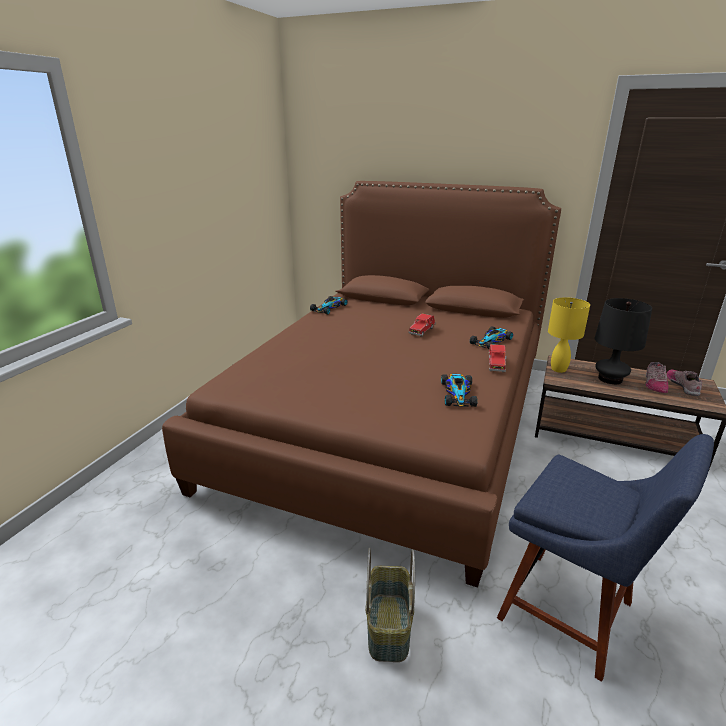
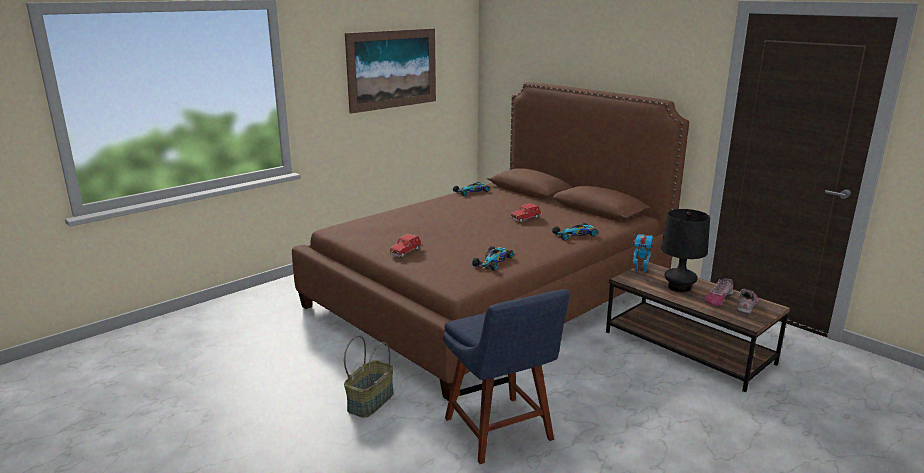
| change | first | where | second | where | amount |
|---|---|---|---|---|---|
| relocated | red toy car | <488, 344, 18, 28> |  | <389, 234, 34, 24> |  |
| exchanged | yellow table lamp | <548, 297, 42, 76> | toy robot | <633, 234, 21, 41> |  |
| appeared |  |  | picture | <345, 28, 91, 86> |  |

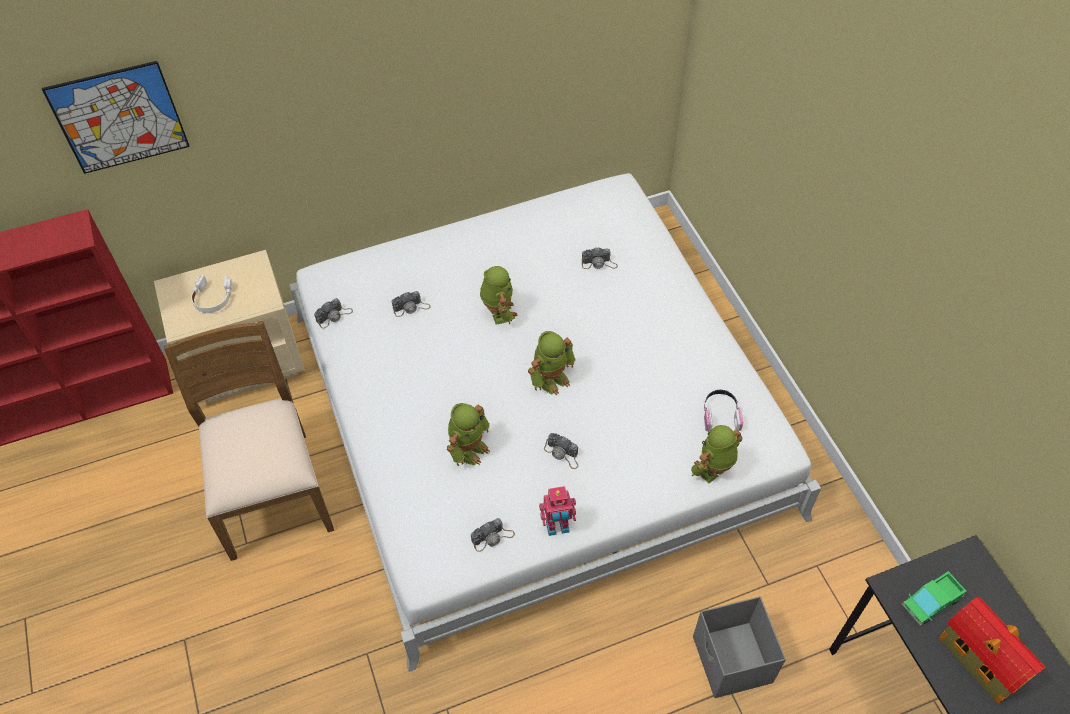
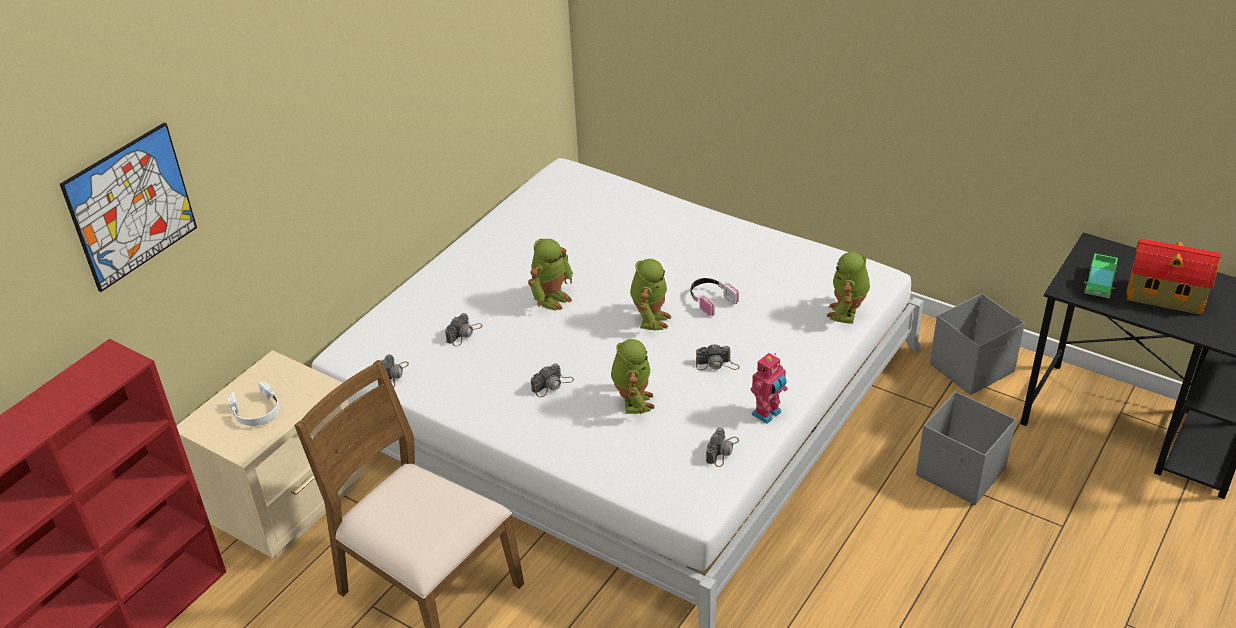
| change | first | where | second | where | amount |
|---|---|---|---|---|---|
| spun | toy robot | <480, 266, 38, 58> |  | <528, 239, 45, 72> | 90 degrees clockwise |
| relocated | photo camera | <582, 247, 36, 22> |  | <531, 363, 43, 34> |  |
| relocated | headphones | <704, 390, 39, 42> |  | <691, 278, 48, 38> |  |
| appeared |  |  | grey storage box | <930, 293, 95, 102> |  |

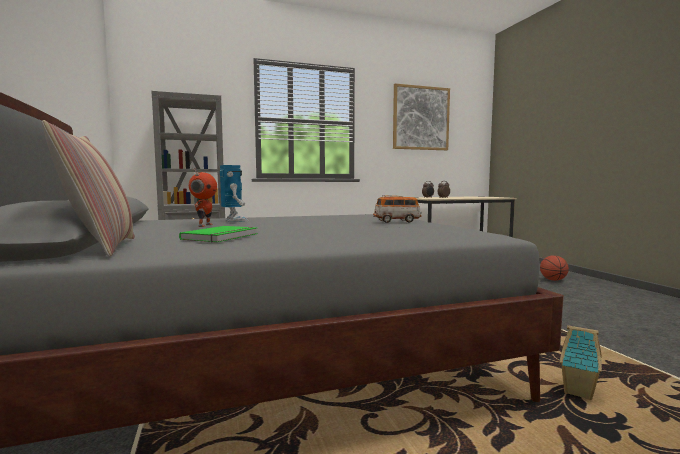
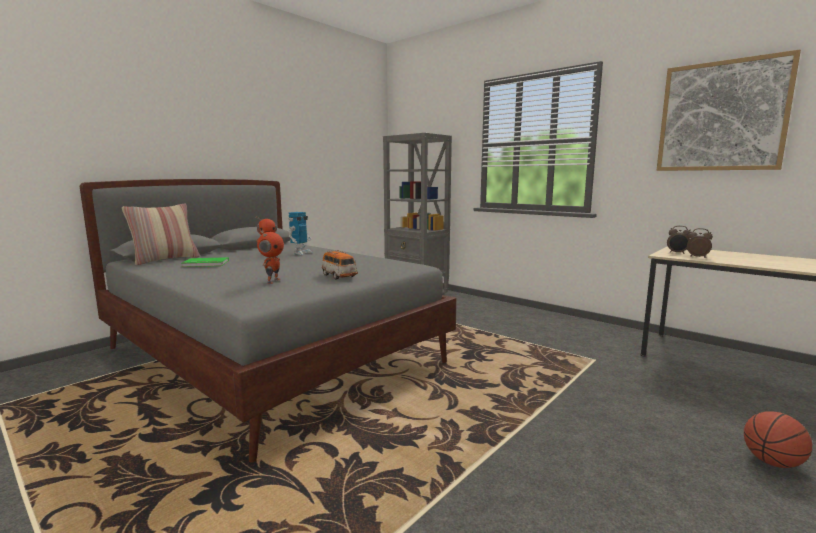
| change | first | where | second | where | amount |
|---|---|---|---|---|---|
| missing | toy house | <560, 325, 42, 75> |  |  |  |
| appeared |  |  | toy robot | <257, 230, 27, 54> |  |

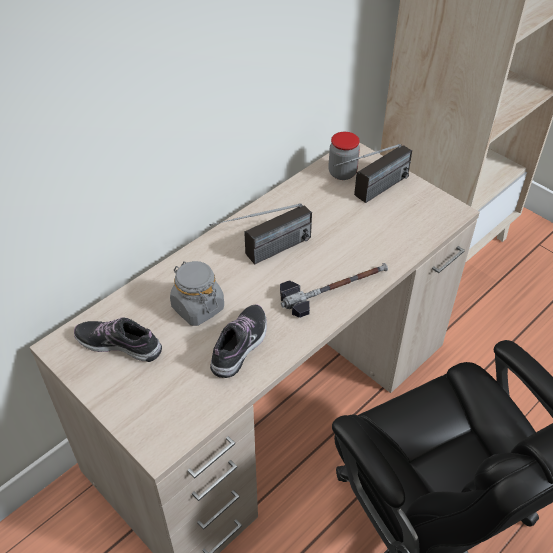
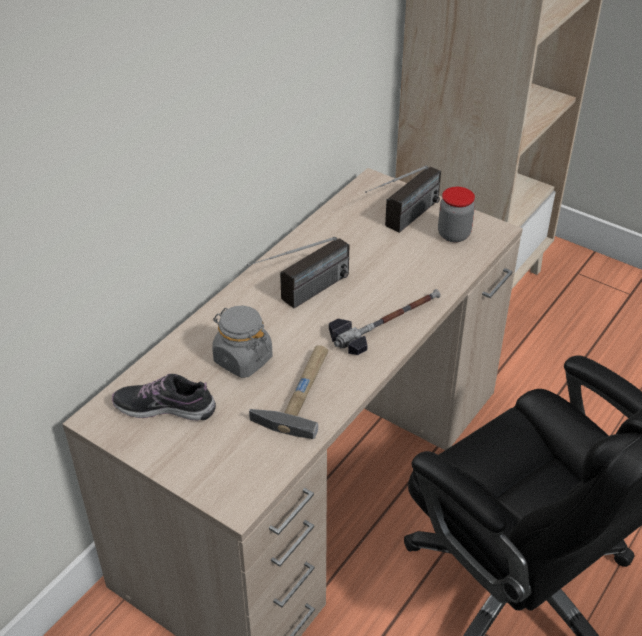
| change | first | where | second | where | amount |
|---|---|---|---|---|---|
| exchanged | shoe | <210, 304, 57, 74> | hammer | <249, 345, 79, 94> |  |
| relocated | jar | <328, 132, 32, 48> |  | <438, 187, 37, 55> |  |

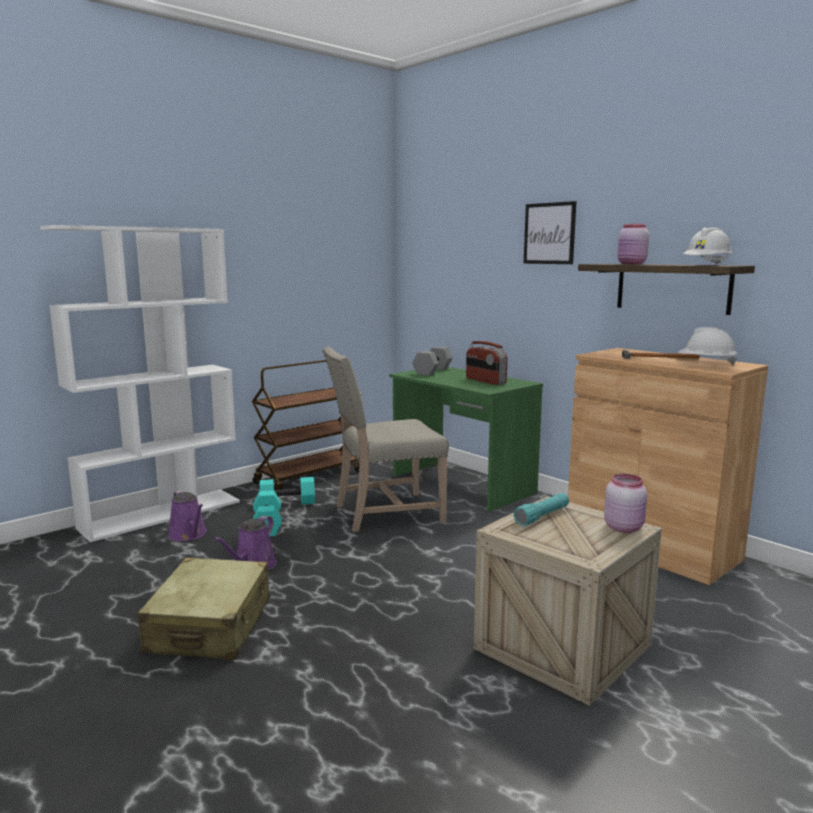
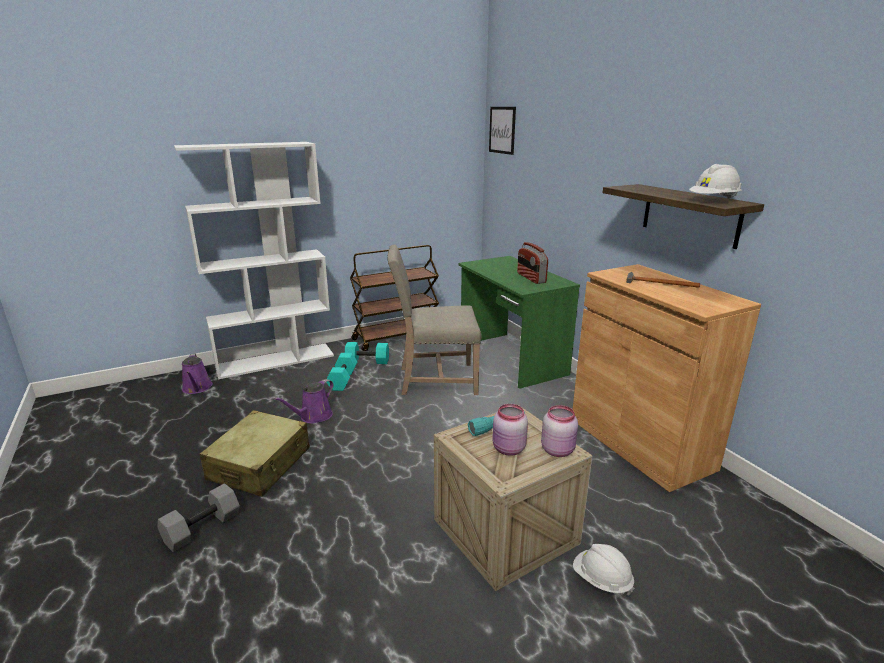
| change | first | where | second | where | amount |
|---|---|---|---|---|---|
| relocated | purple watering can | <168, 490, 39, 51> |  | <182, 354, 31, 40> |  |
| relocated | grey dumbbell | <412, 346, 40, 30> |  | <158, 483, 82, 69> |  |
| relocated | picture | <524, 201, 53, 63> |  | <489, 107, 27, 48> |  |
| relocated | pink jar | <617, 224, 32, 40> |  | <492, 404, 36, 52> |  |
| relocated | white hard hat | <678, 327, 59, 38> |  | <573, 544, 61, 52> |  |

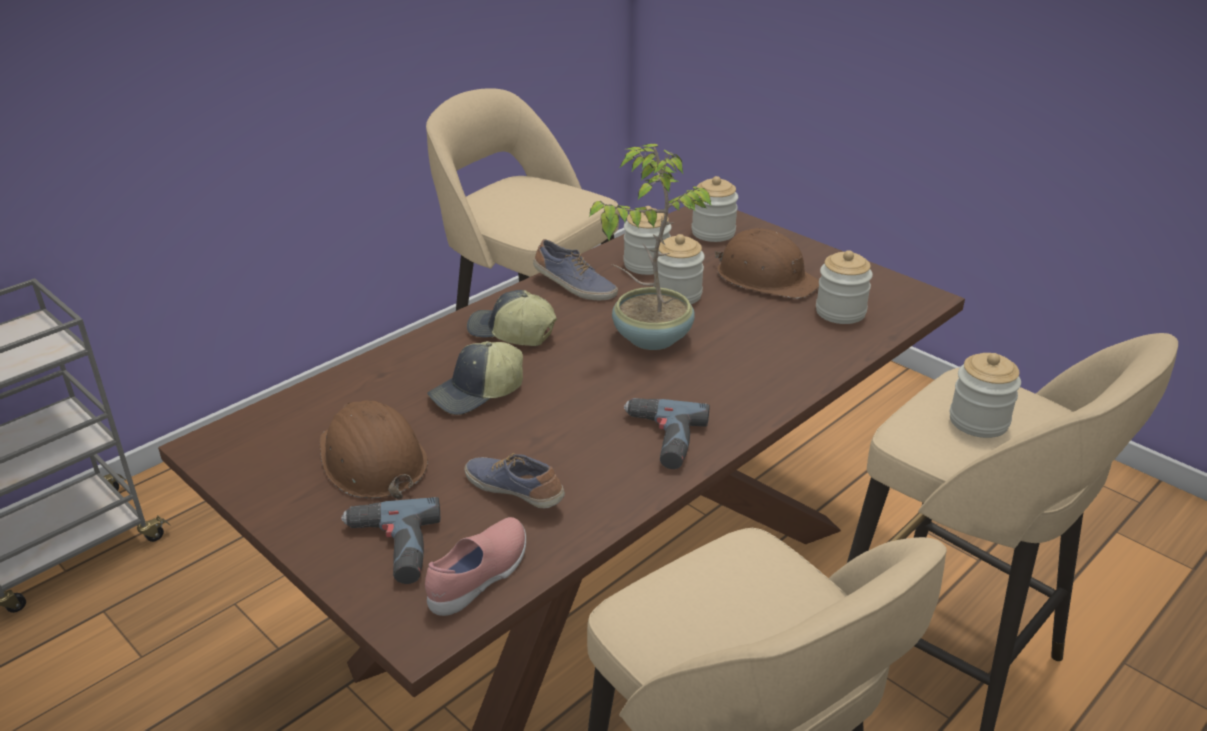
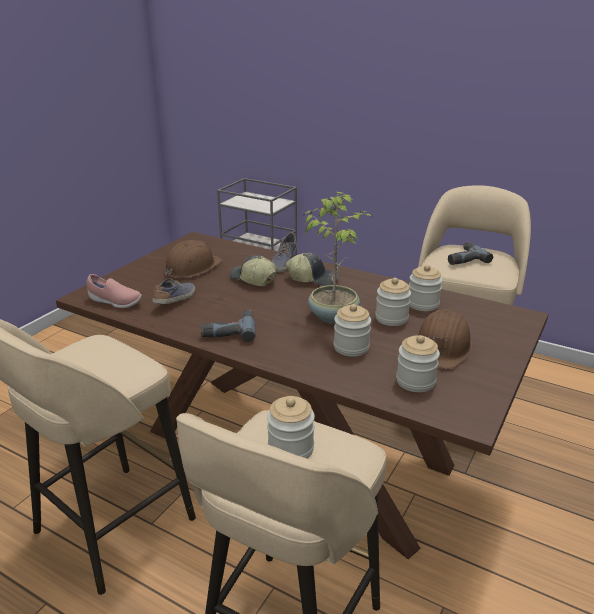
| change | first | where | second | where | amount |
|---|---|---|---|---|---|
| relocated | power drill | <341, 497, 99, 87> |  | <448, 242, 45, 23> |  |
| spun | cap | <467, 290, 90, 56> |  | <286, 253, 53, 33> | 90 degrees clockwise |
| relocated | shoe | <533, 239, 85, 61> |  | <272, 232, 25, 40> |  |
| relocated | jar | <691, 176, 47, 66> |  | <334, 304, 37, 53> |  |

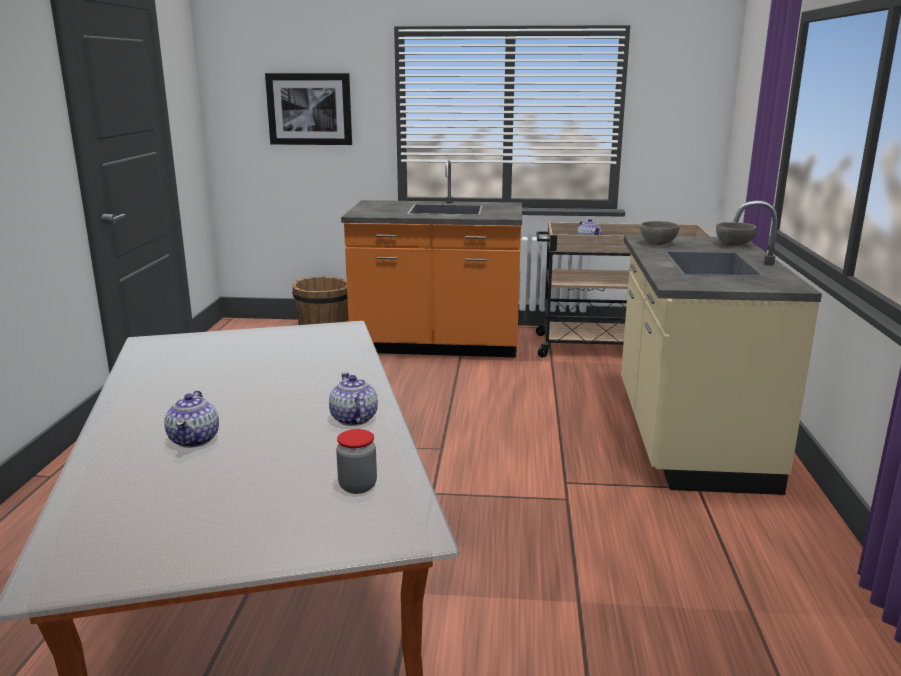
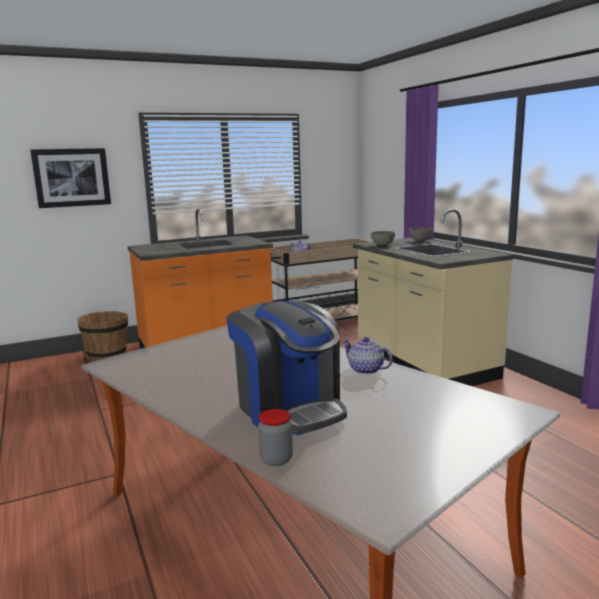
| change | first | where | second | where | amount |
|---|---|---|---|---|---|
| exchanged | teapot | <164, 390, 55, 58> | coffee machine | <226, 301, 121, 134> |  |
| relocated | jar | <336, 429, 41, 65> |  | <258, 409, 35, 57> |  |

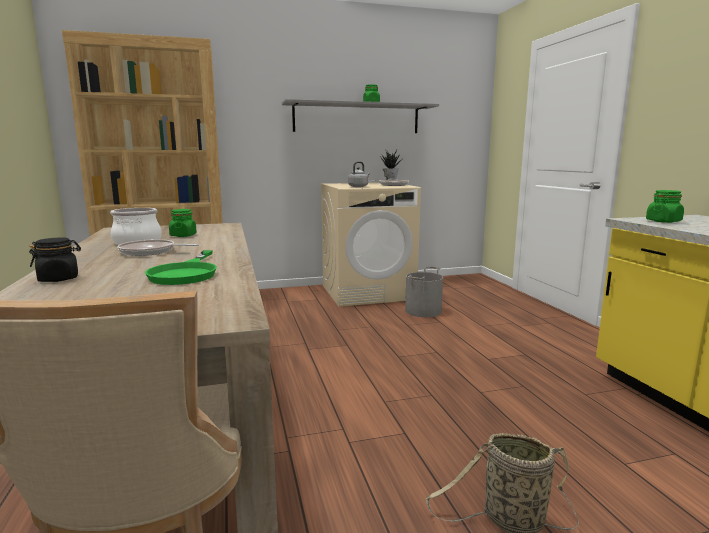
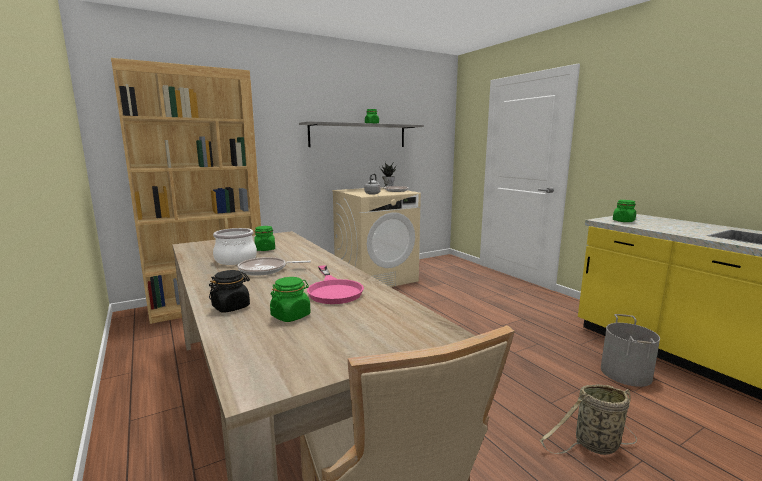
| change | first | where | second | where | amount |
|---|---|---|---|---|---|
| colour | green frying pan | <145, 250, 72, 35> | pink frying pan | <307, 265, 57, 39> |  |
| relocated | grey bucket | <405, 266, 38, 51> |  | <601, 314, 59, 73> |  |
| appeared |  |  | green jar | <270, 277, 41, 45> |  |

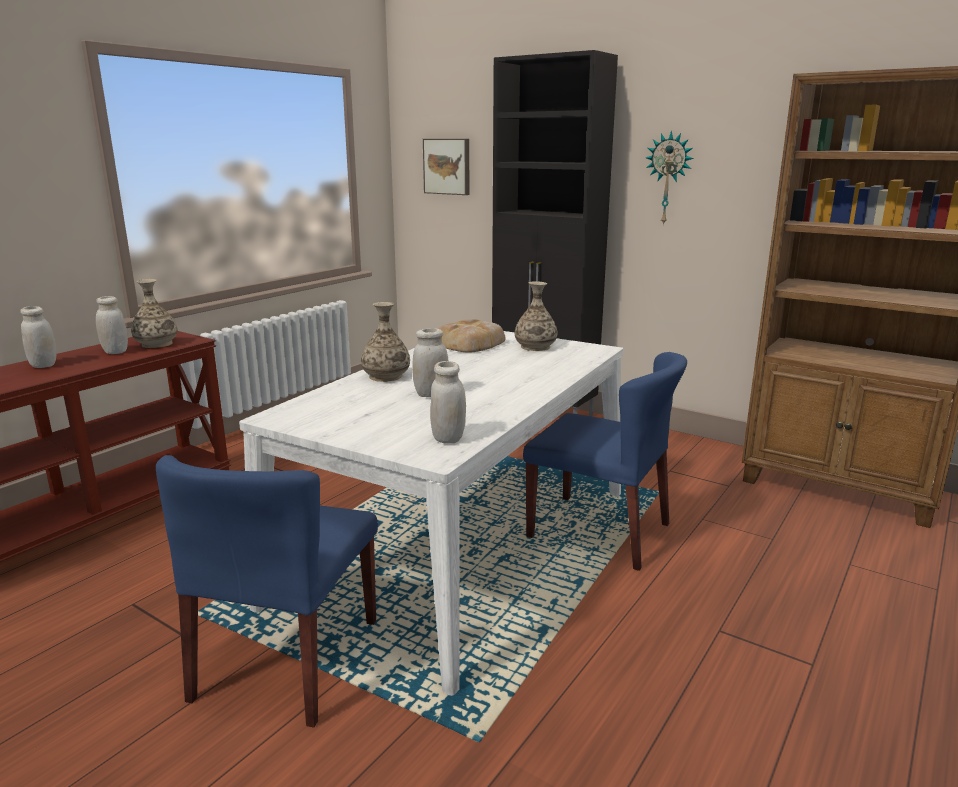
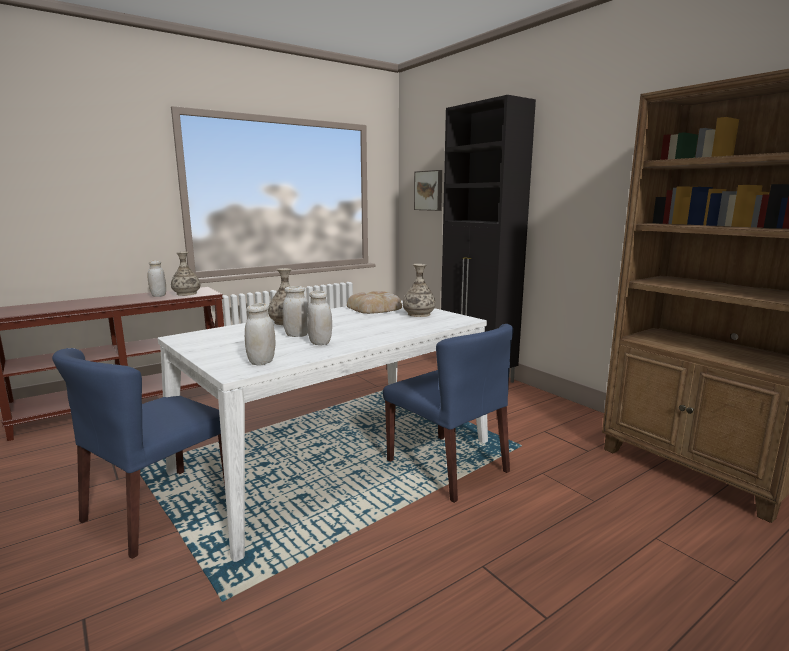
| change | first | where | second | where | amount |
|---|---|---|---|---|---|
| relocated | white jar | <20, 306, 36, 62> |  | <307, 291, 25, 54> |  |
| missing | wall clock | <646, 131, 48, 95> |  |  |  |

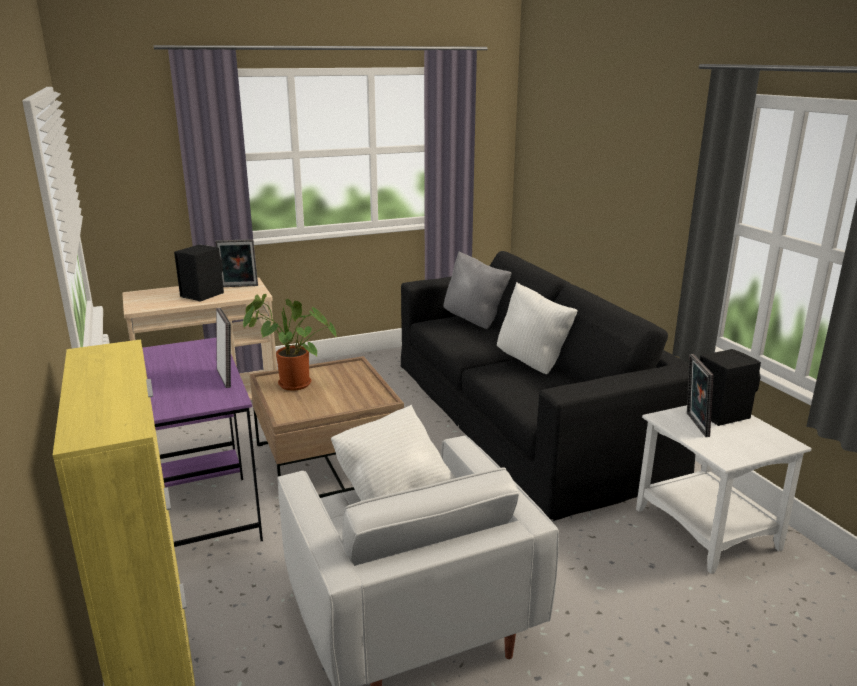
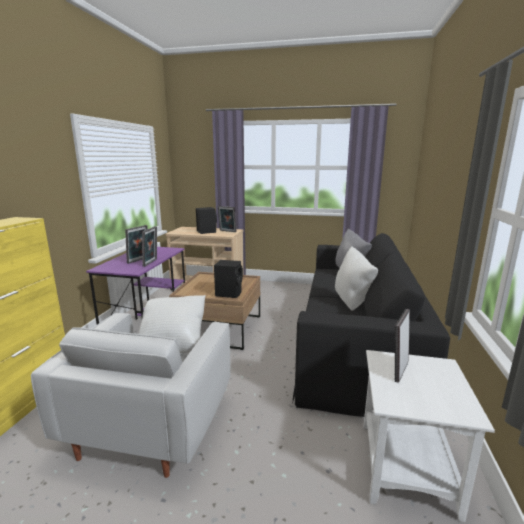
| change | first | where | second | where | amount |
|---|---|---|---|---|---|
| missing | potted plant | <243, 294, 93, 97> |  |  |  |
| relocated | black speaker | <700, 349, 61, 77> |  | <214, 260, 29, 38> |  |
| appeared |  |  | picture frame | <125, 225, 22, 39> |  |

